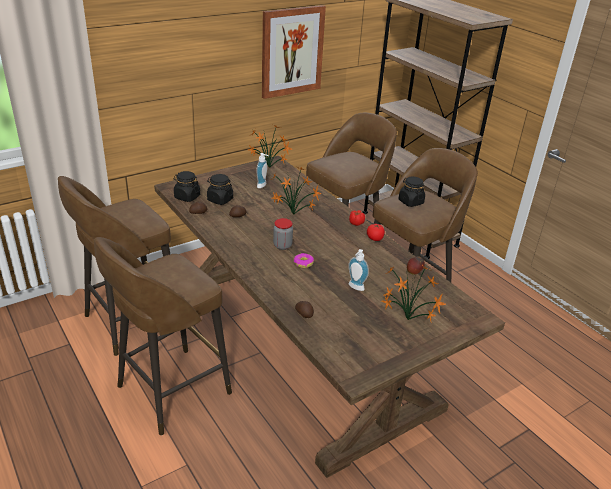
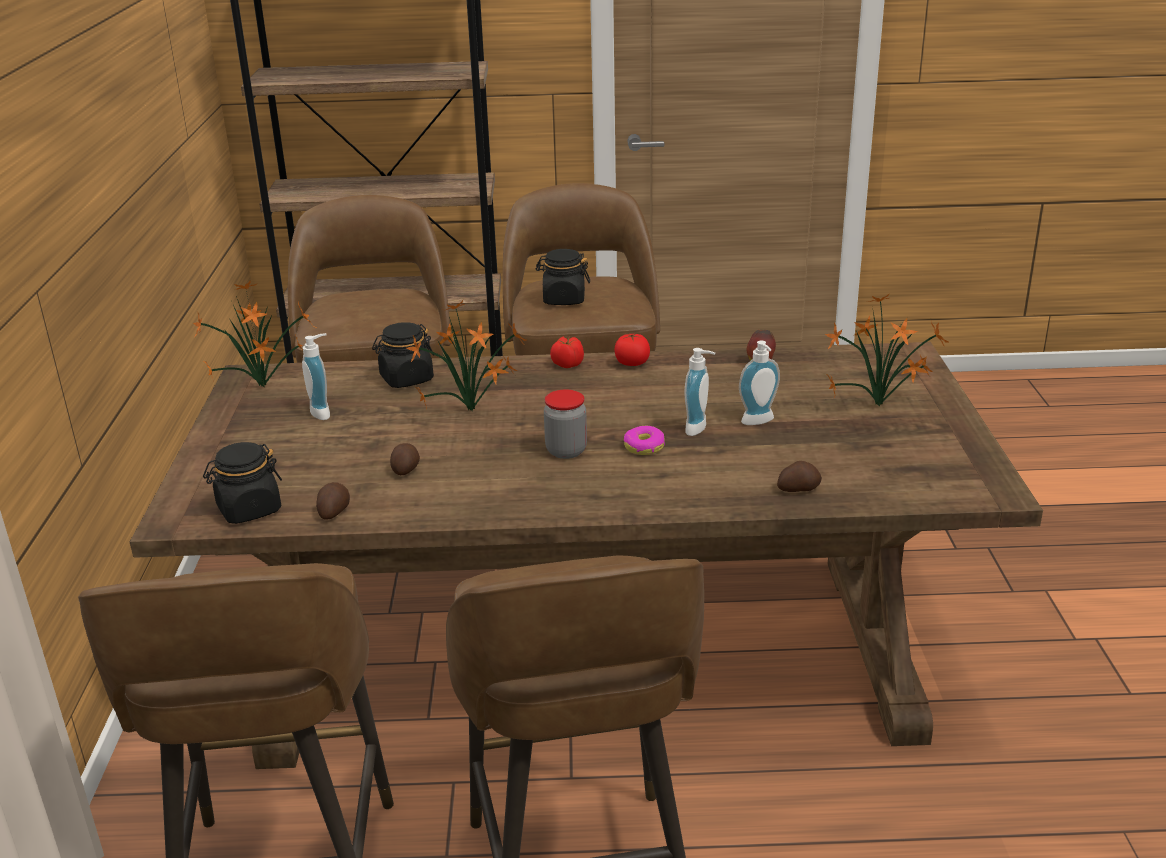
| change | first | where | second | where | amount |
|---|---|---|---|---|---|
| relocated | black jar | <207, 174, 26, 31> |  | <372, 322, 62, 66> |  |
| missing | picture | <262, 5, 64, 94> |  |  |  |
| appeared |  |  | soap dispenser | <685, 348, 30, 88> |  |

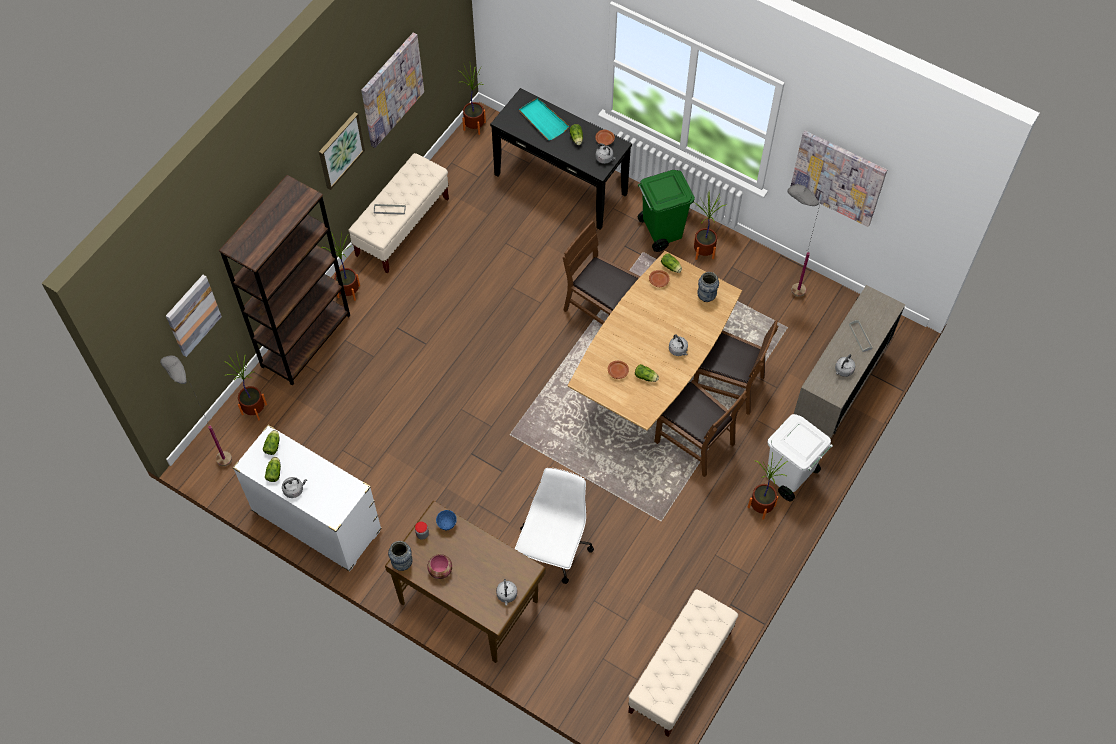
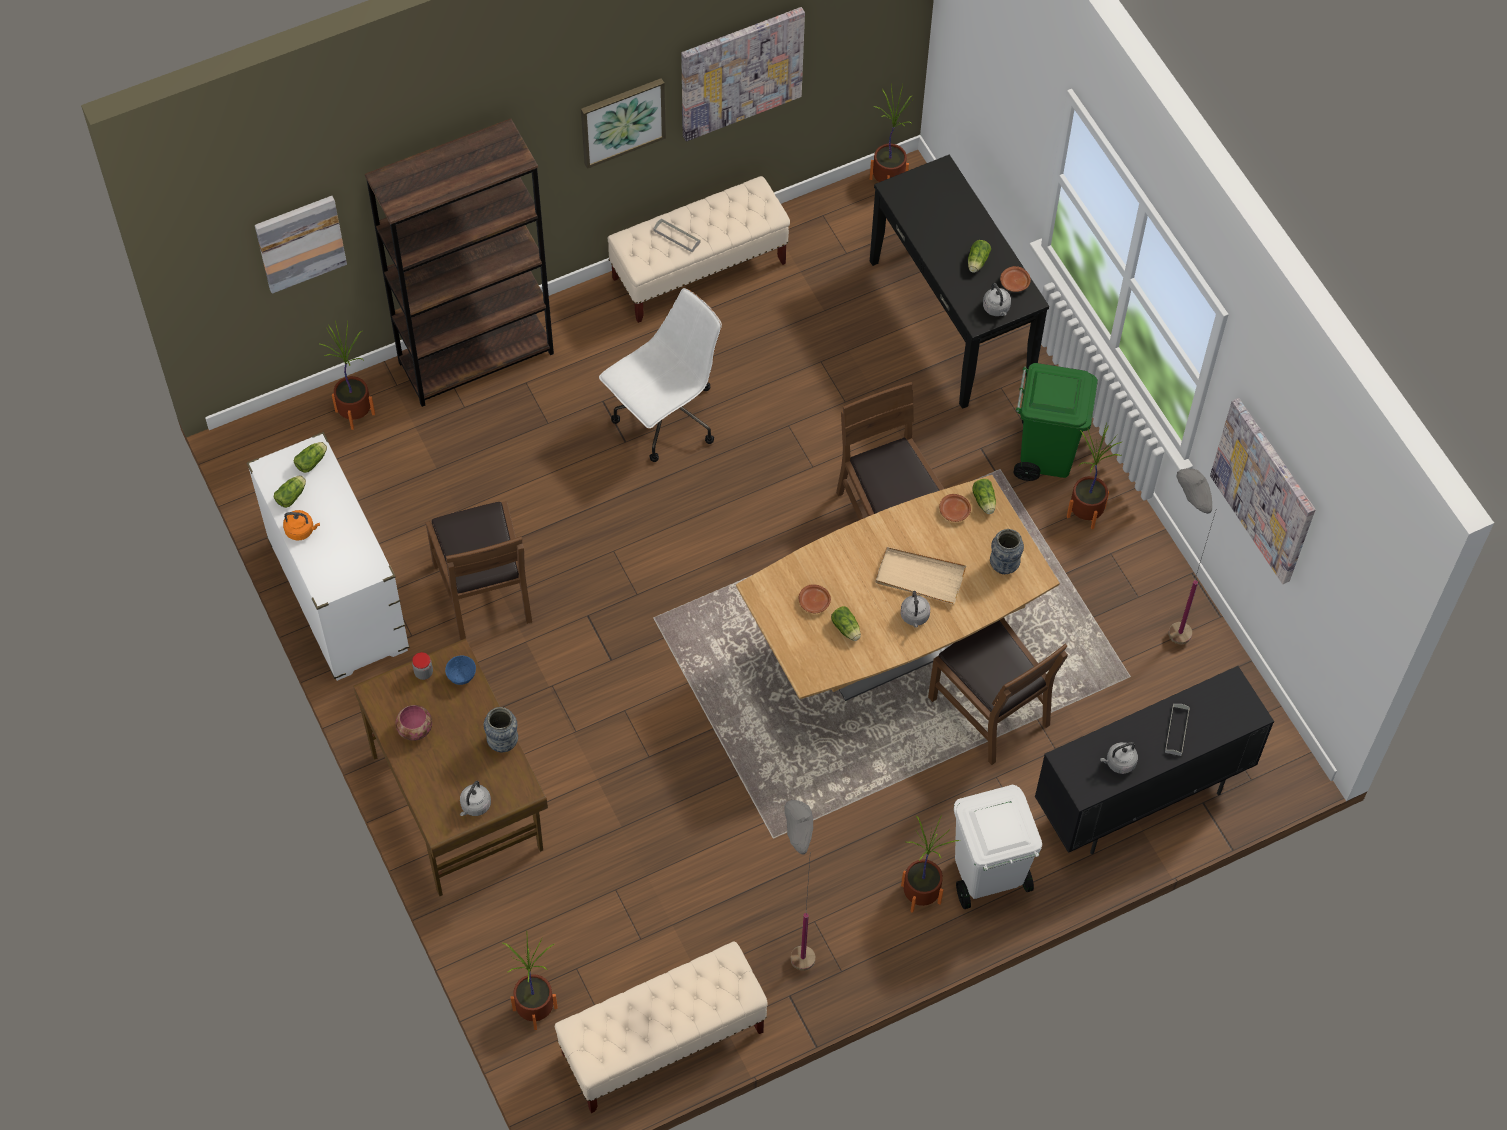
| change | first | where | second | where | amount |
|---|---|---|---|---|---|
| relocated | grey floor lamp | <160, 355, 72, 111> |  | <785, 800, 30, 171> |  |
| colour | grey kettle | <282, 477, 25, 21> | orange kettle | <283, 510, 37, 31> |  |
| relocated | potted plant | <321, 231, 39, 70> |  | <503, 936, 55, 94> |  |
| relocated | vase | <388, 541, 24, 30> |  | <484, 707, 34, 46> |  |
| relocated | white office chair | <515, 468, 79, 116> |  | <599, 288, 123, 174> |  |
| missing | turquoise tray | <519, 98, 50, 42> |  |  |  |
| relocated | brown chair | <654, 380, 93, 97> |  | <426, 501, 106, 139> |  |
| colour | beige cabinet | <794, 285, 111, 153> | black cabinet | <1035, 666, 239, 188> |  |
| appeared |  |  | beige tray | <875, 547, 91, 57> |  |

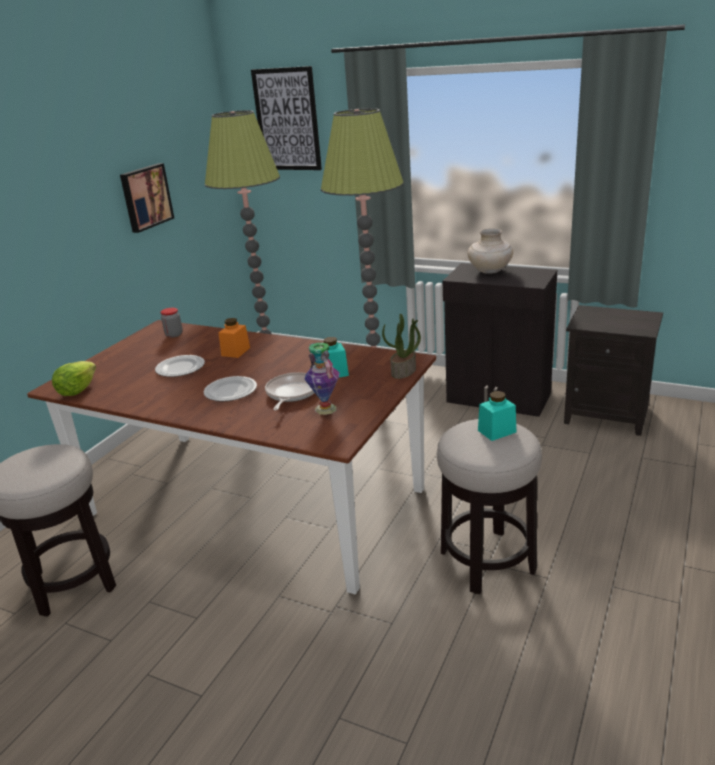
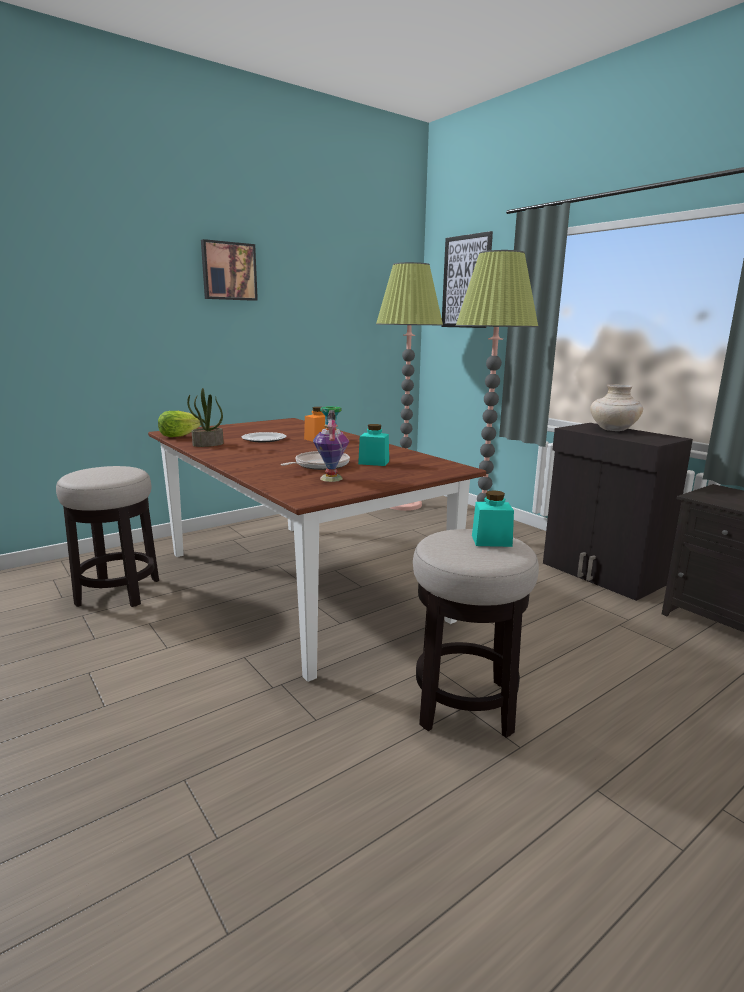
| change | first | where | second | where | amount |
|---|---|---|---|---|---|
| relocated | picture | <120, 163, 54, 70> |  | <201, 239, 57, 62> |  |
| missing | jar | <161, 308, 22, 30> |  |  |  |
| missing | plate | <203, 376, 54, 25> |  |  |  |
| relocated | potted plant | <382, 314, 39, 65> |  | <187, 388, 37, 59> |  |

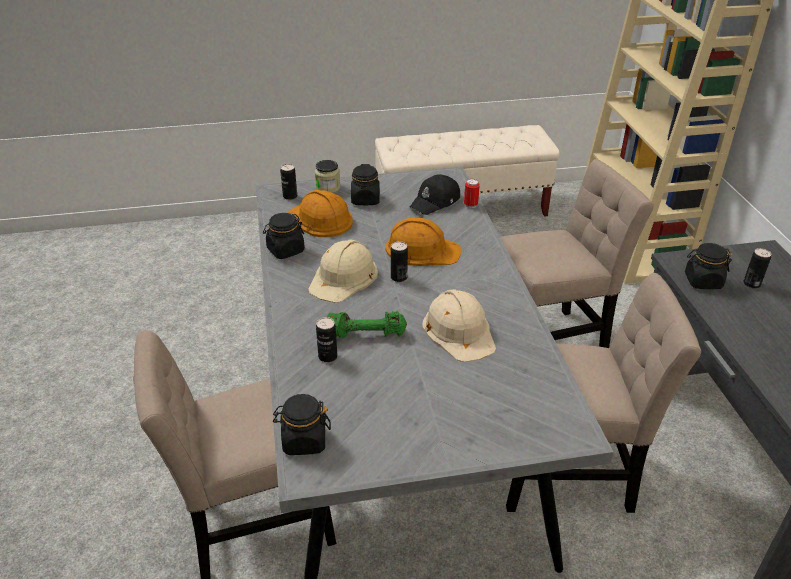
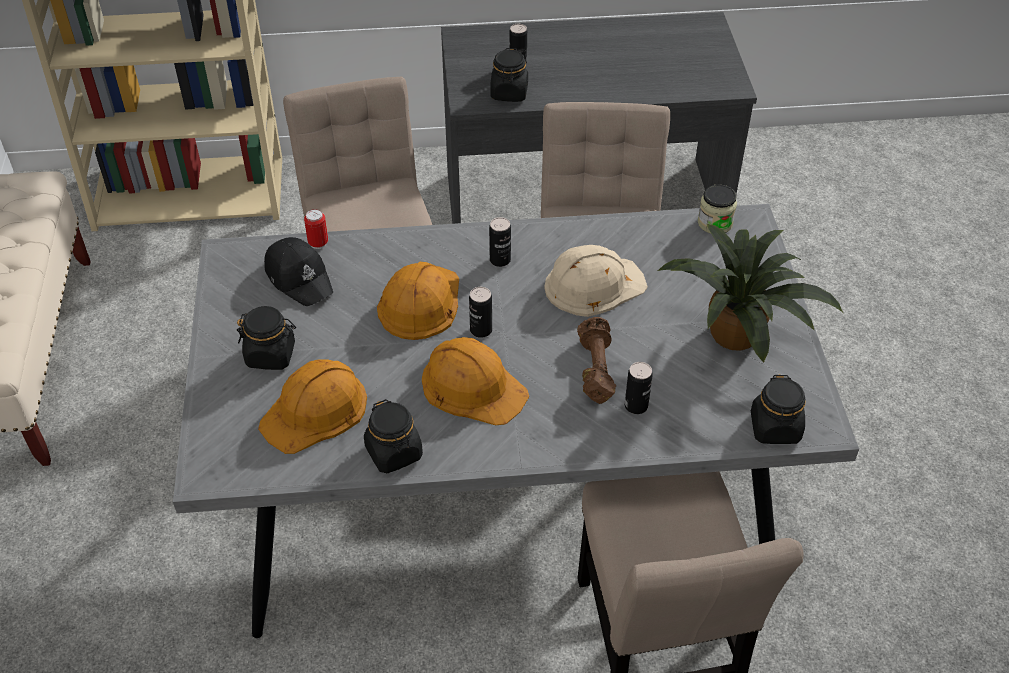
| change | first | where | second | where | amount |
|---|---|---|---|---|---|
| relocated | can | <280, 164, 17, 36> |  | <489, 217, 22, 50> |  |
| colour | beige hard hat | <308, 239, 70, 64> | orange hard hat | <422, 337, 107, 88> |  |
| relocated | jar | <315, 160, 25, 33> |  | <698, 185, 39, 49> |  |
| colour | green dumbbell | <327, 311, 80, 27> | brown dumbbell | <577, 317, 39, 87> |  |
| appeared |  |  | potted plant | <658, 224, 185, 139> |  |

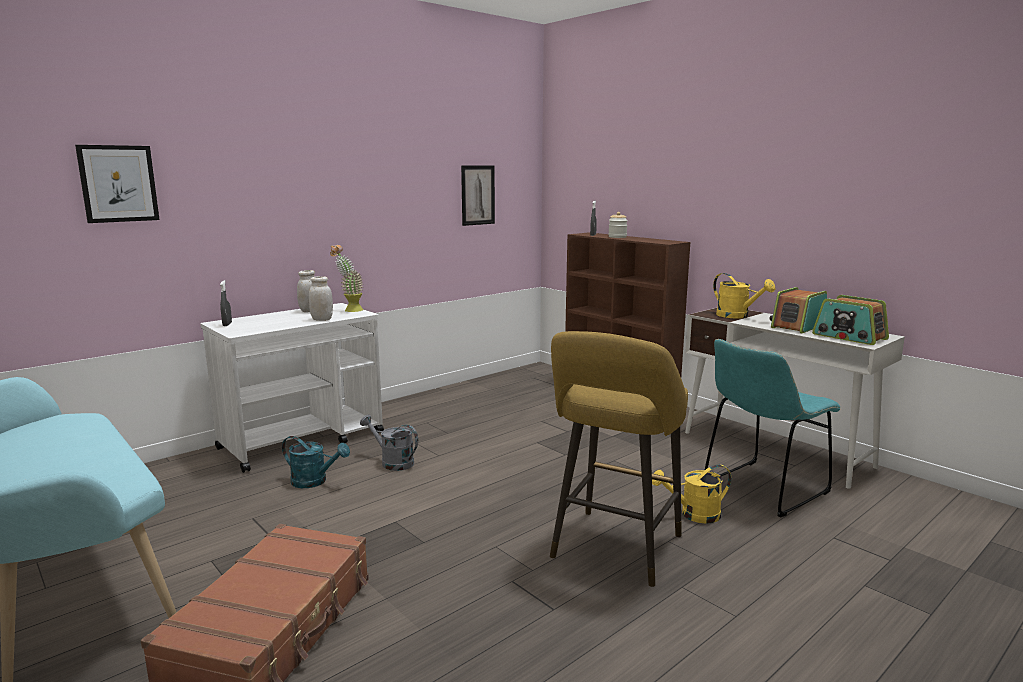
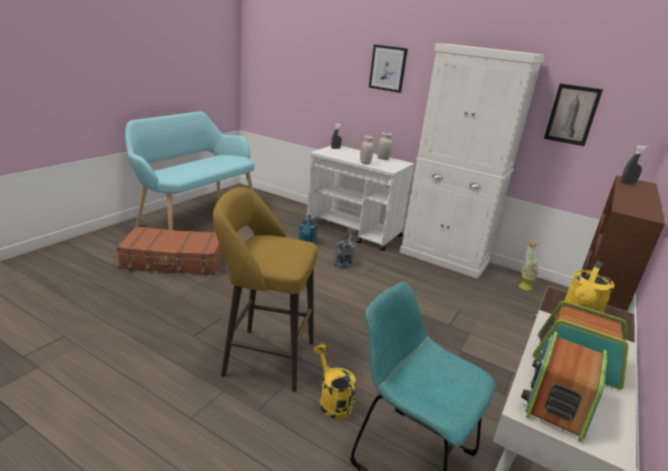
| change | first | where | second | where | amount |
|---|---|---|---|---|---|
| relocated | picture | <75, 145, 85, 78> |  | <369, 44, 39, 49> |  |
| relocated | potted plant | <330, 245, 33, 67> |  | <519, 241, 20, 50> |  |
| missing | jar | <608, 212, 20, 26> |  |  |  |
| appeared |  |  | white cabinet | <400, 43, 145, 236> |  |

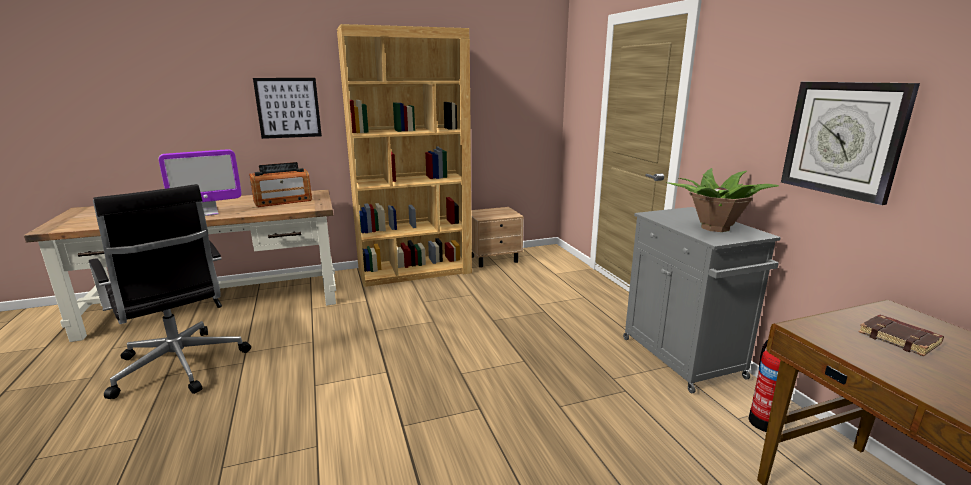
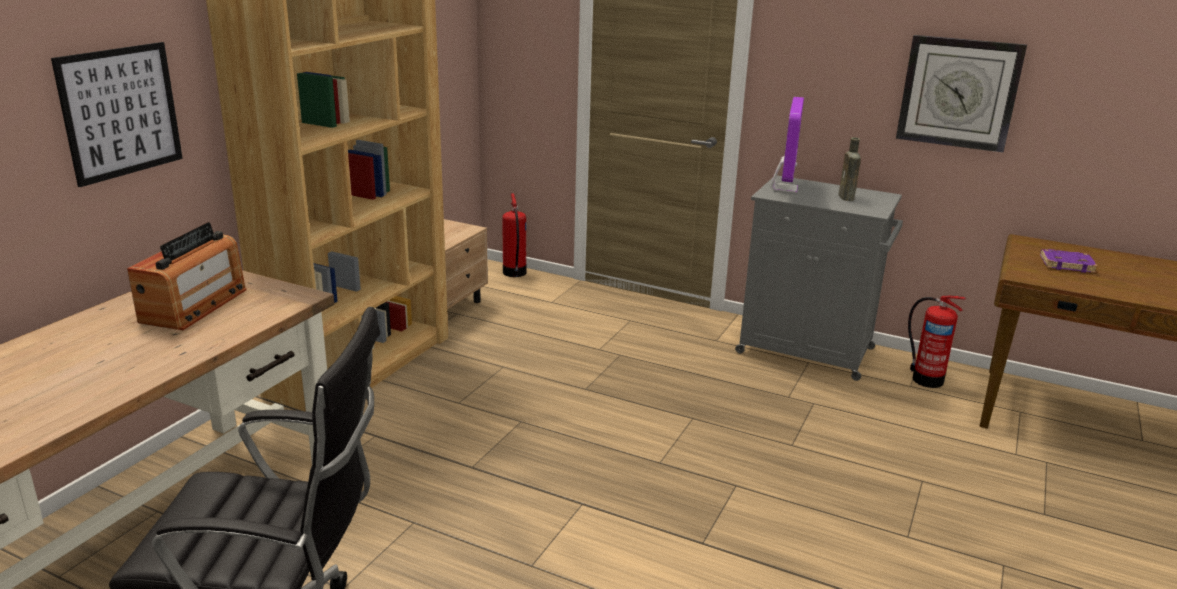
| change | first | where | second | where | amount |
|---|---|---|---|---|---|
| relocated | monitor | <158, 149, 84, 67> |  | <771, 97, 33, 96> |  |
| exchanged | potted plant | <666, 168, 113, 64> | brown bottle | <838, 137, 23, 64> |  |
| colour | brown book | <858, 315, 86, 41> | purple book | <1040, 249, 57, 24> |  |
| appeared |  |  | fire extinguisher | <502, 193, 24, 84> |  |

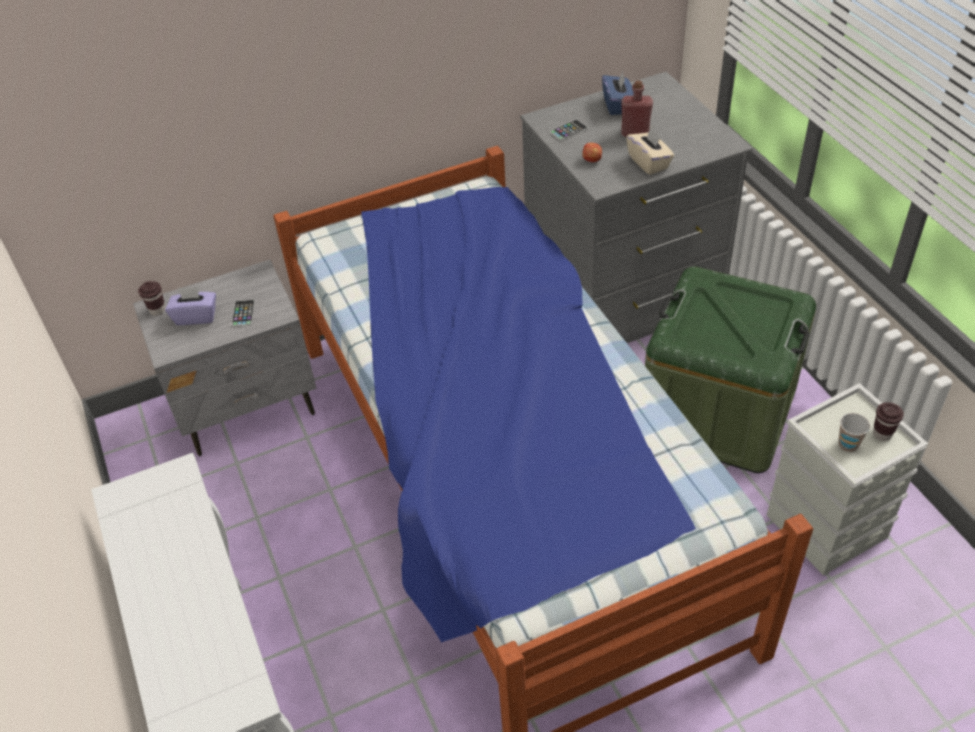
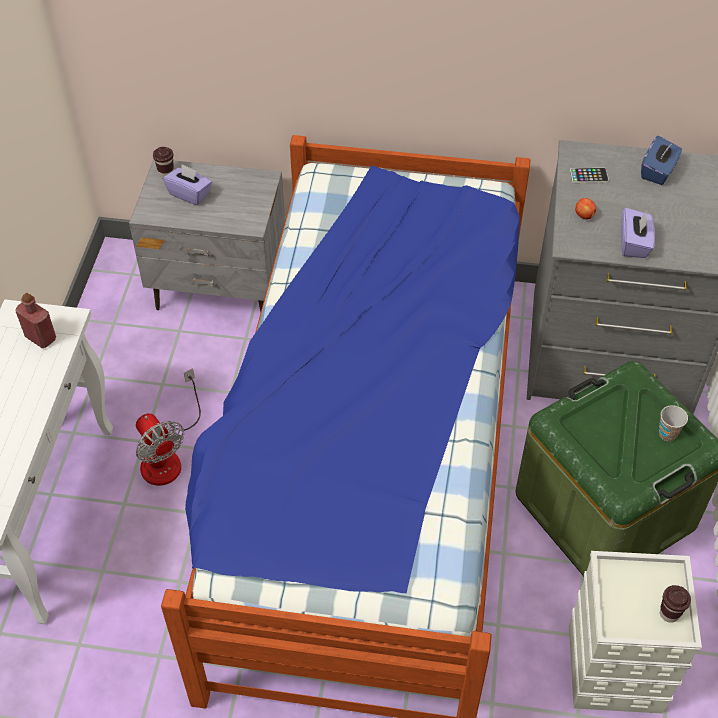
| change | first | where | second | where | amount |
|---|---|---|---|---|---|
| missing | phone | <232, 300, 23, 27> |  |  |  |
| relocated | red bottle | <621, 81, 32, 56> |  | <16, 293, 40, 55> |  |
| colour | beige tissue box | <626, 127, 48, 48> | purple tissue box | <621, 208, 34, 50> |  |
| relocated | cup | <838, 413, 32, 39> |  | <659, 405, 29, 36> |  |
| appeared |  |  | fan | <136, 368, 65, 118> |  |

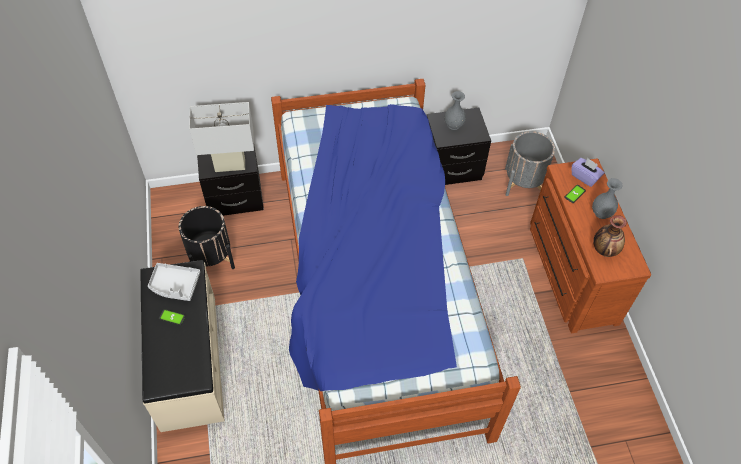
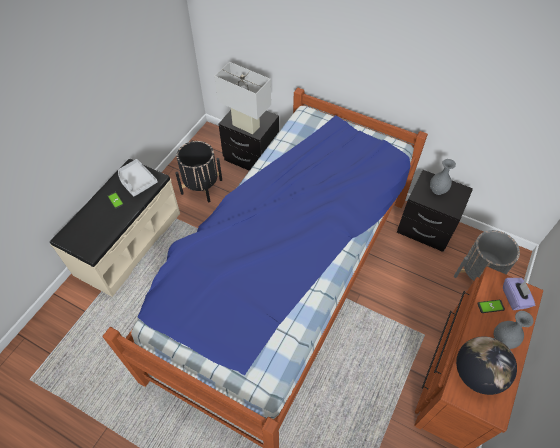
| change | first | where | second | where | amount |
|---|---|---|---|---|---|
| exchanged | vase | <593, 215, 34, 42> | globe | <456, 336, 61, 59> |  |

